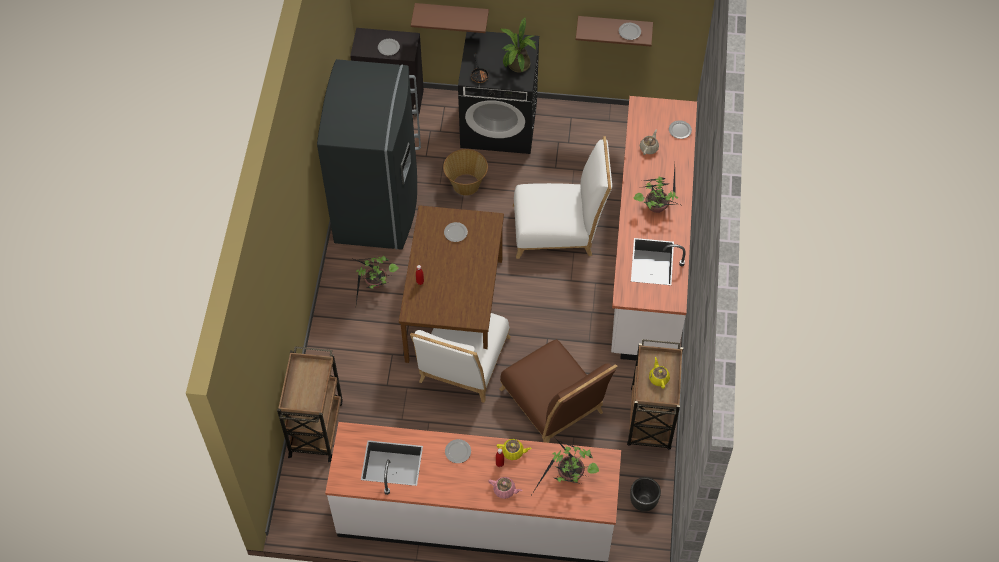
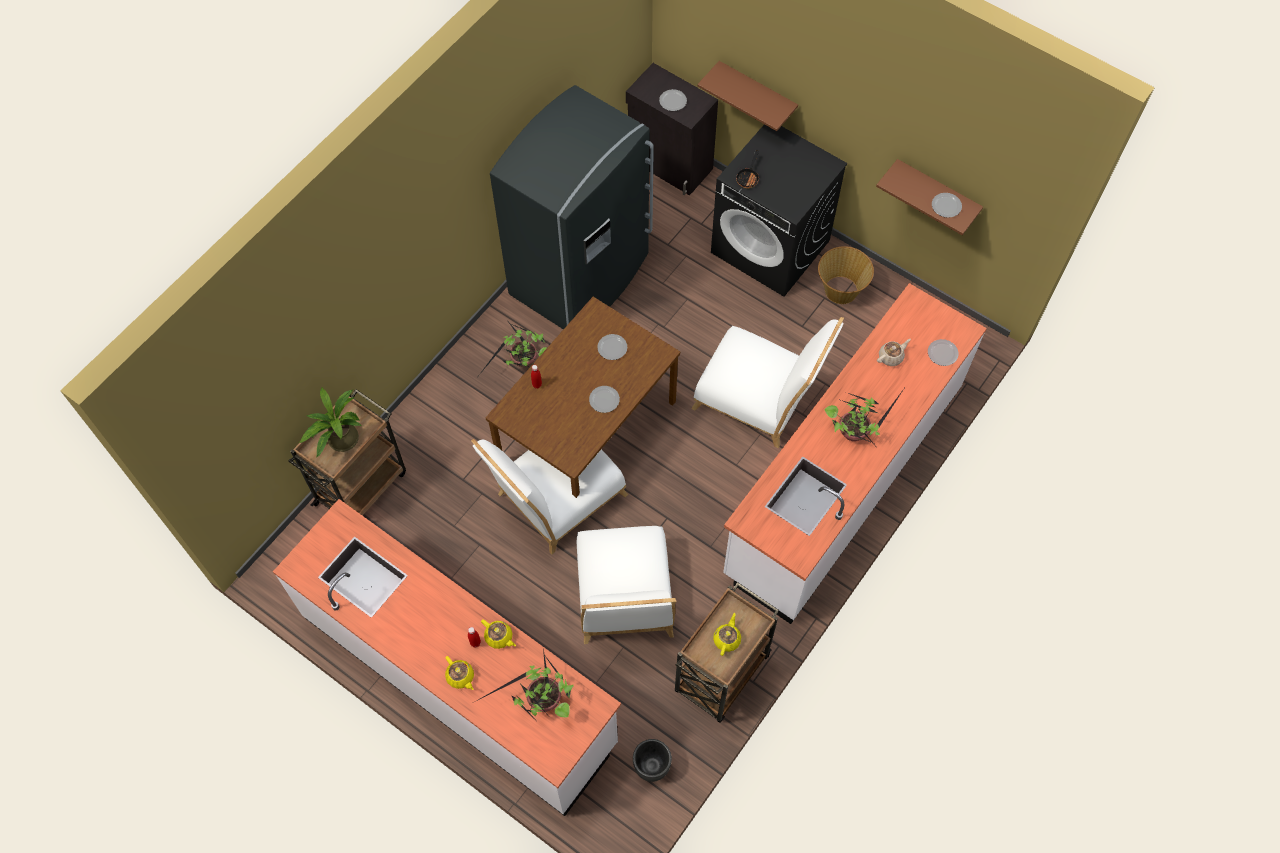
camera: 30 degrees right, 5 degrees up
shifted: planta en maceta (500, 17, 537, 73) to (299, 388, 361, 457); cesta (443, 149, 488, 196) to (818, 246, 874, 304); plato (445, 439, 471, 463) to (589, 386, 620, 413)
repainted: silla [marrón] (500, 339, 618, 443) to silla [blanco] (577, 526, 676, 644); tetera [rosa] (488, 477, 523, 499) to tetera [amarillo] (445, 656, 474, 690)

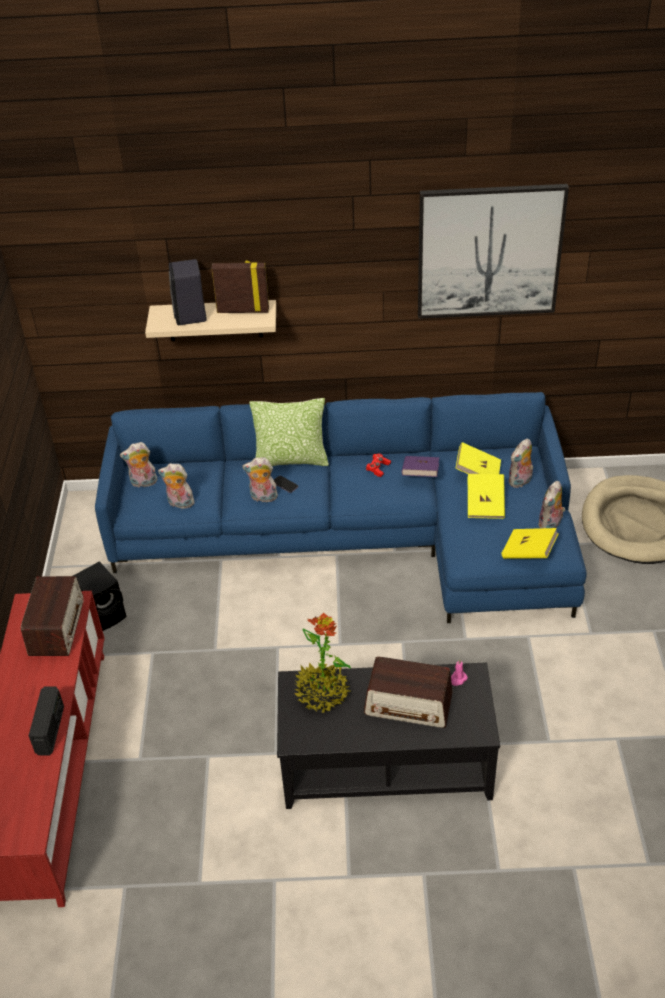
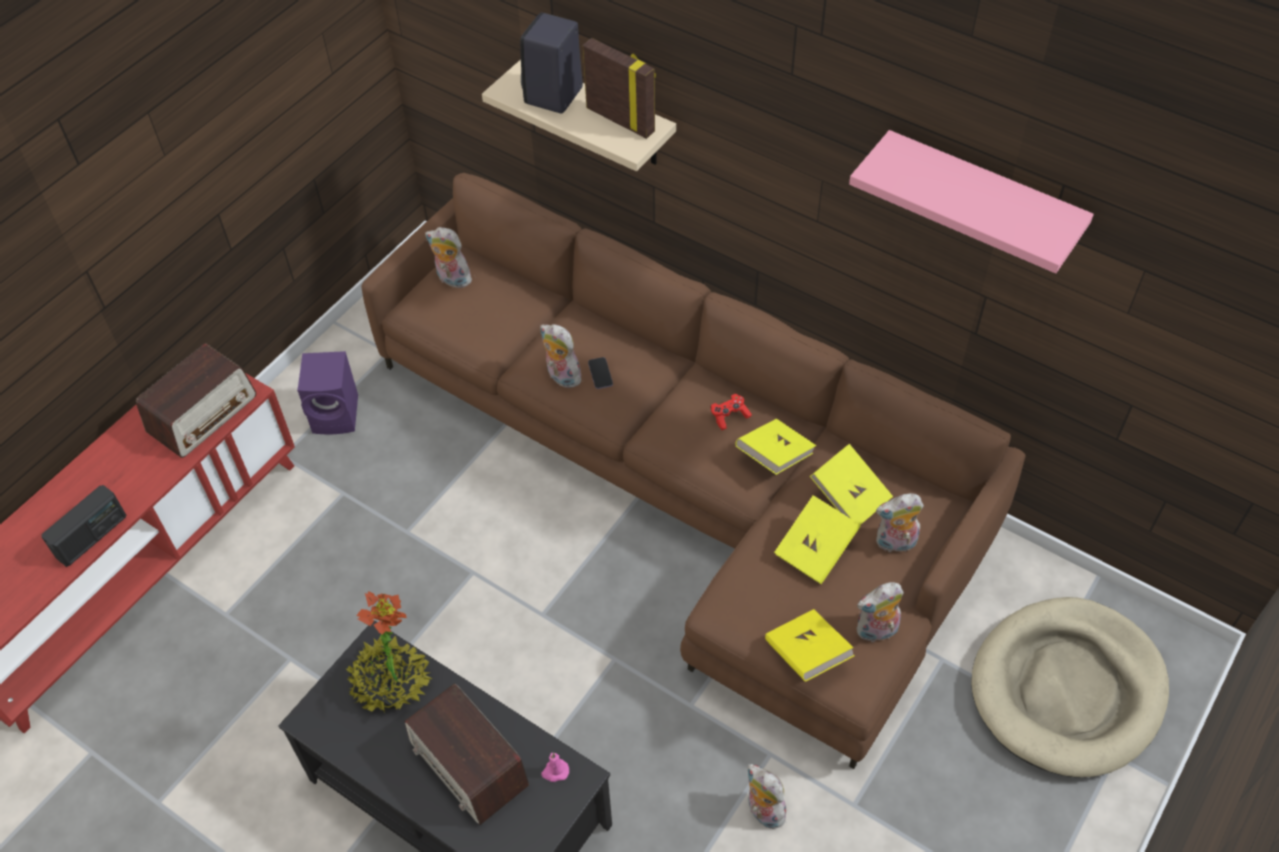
camera: 35 degrees right, 10 degrees up
gone: cojín (249, 398, 329, 466)
shifted: peluche (158, 463, 195, 508) to (748, 764, 787, 829)
swapped: cuadro (418, 184, 569, 319) to estante [rosa] (849, 130, 1094, 273)
repainted: sofá [azul] (95, 392, 587, 623) to sofá [marrón] (362, 173, 1025, 769); libro [morado] (401, 456, 439, 477) to libro [amarillo] (736, 419, 816, 475); altavoz [negro] (73, 561, 126, 631) to altavoz [morado] (297, 351, 358, 434)

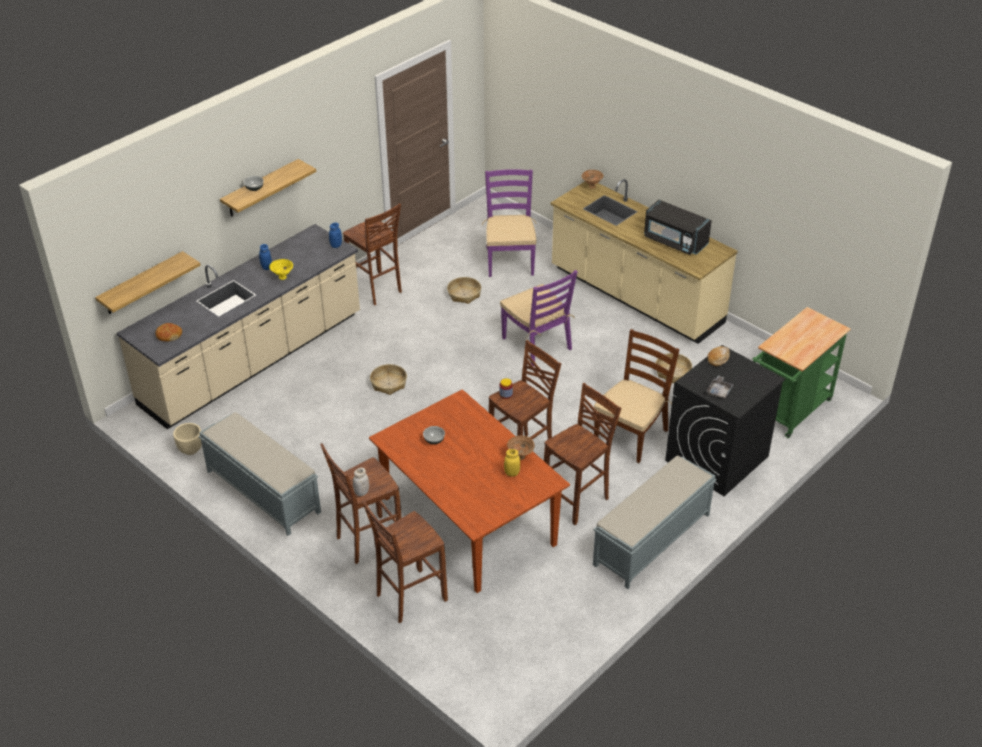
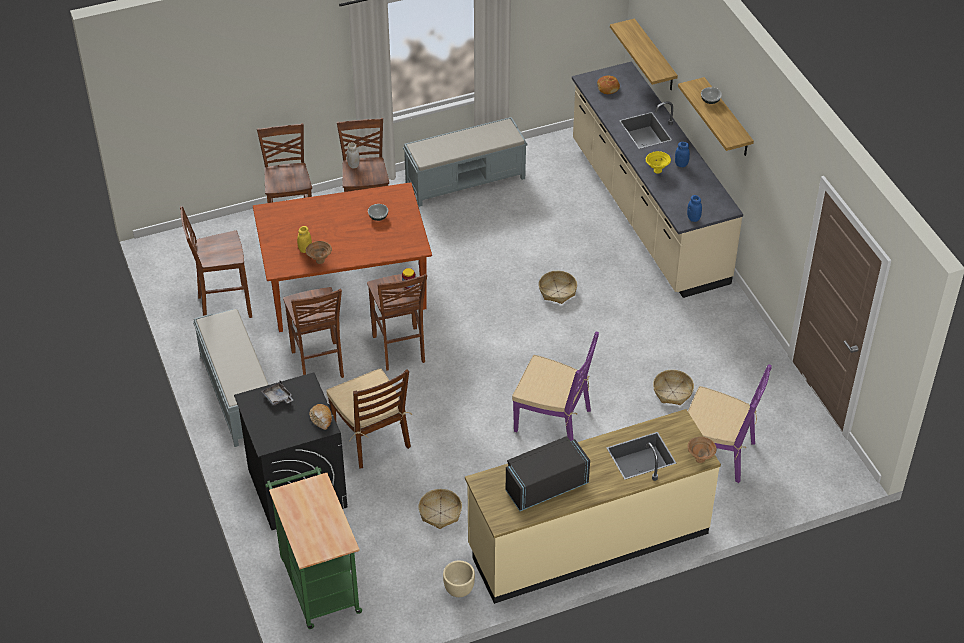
camera: 115 degrees right, 5 degrees up
shifted: taburete [marrón] (343, 203, 402, 305) to (180, 206, 252, 318); maceta [beis] (173, 423, 202, 455) to (443, 561, 475, 597)
rotated: silla [morado] (500, 270, 578, 366) = (512, 332, 599, 441) 150 degrees counterclockwise

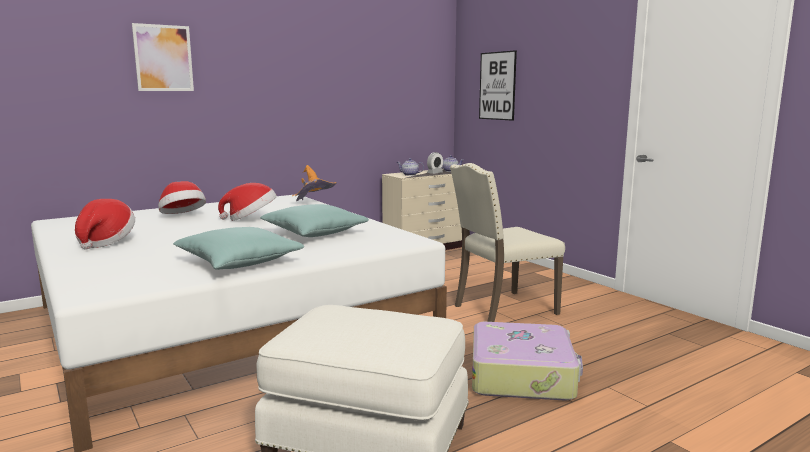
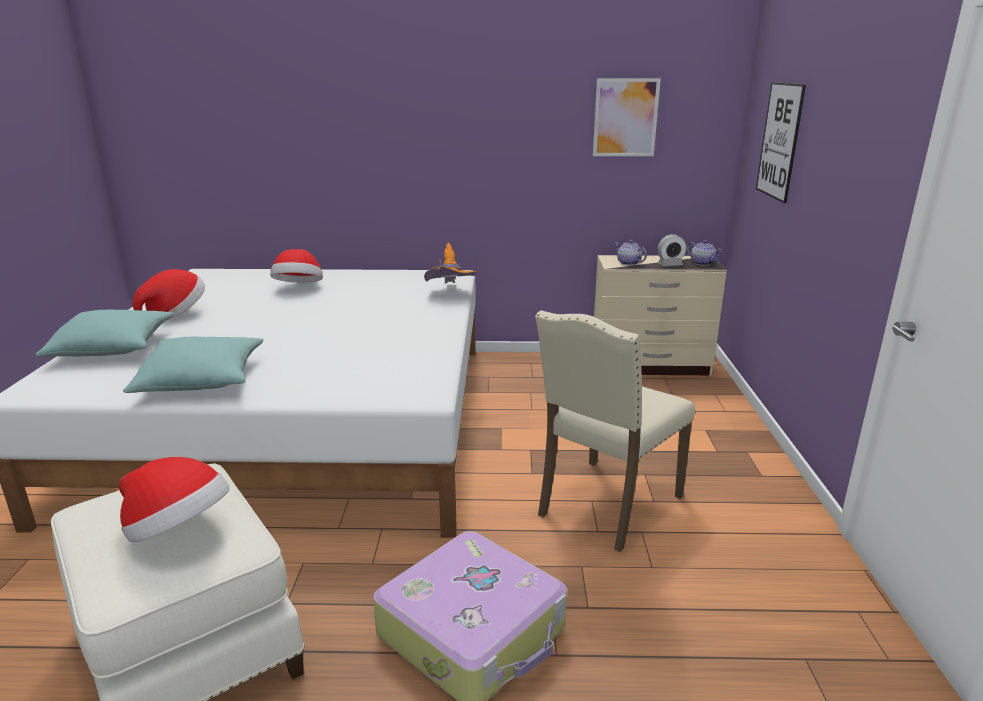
camera: 35 degrees right, 10 degrees up
shifted: cuadro (132, 23, 194, 91) to (593, 78, 661, 156); sombrero (218, 183, 277, 221) to (118, 457, 229, 542); cojín [turquesa] (260, 204, 369, 237) to (35, 310, 174, 357)
rotated: silla [beis] (450, 163, 565, 322) = (535, 310, 695, 552) 60 degrees counterclockwise

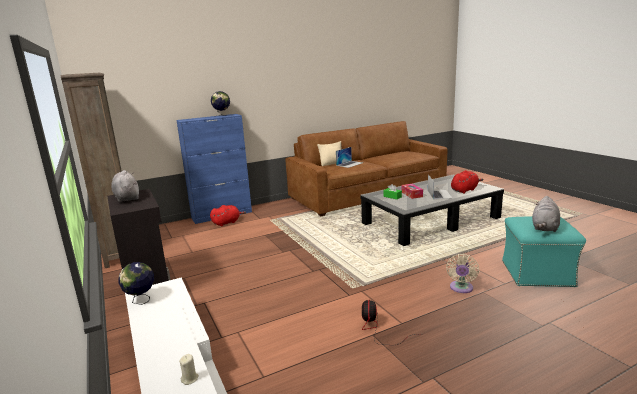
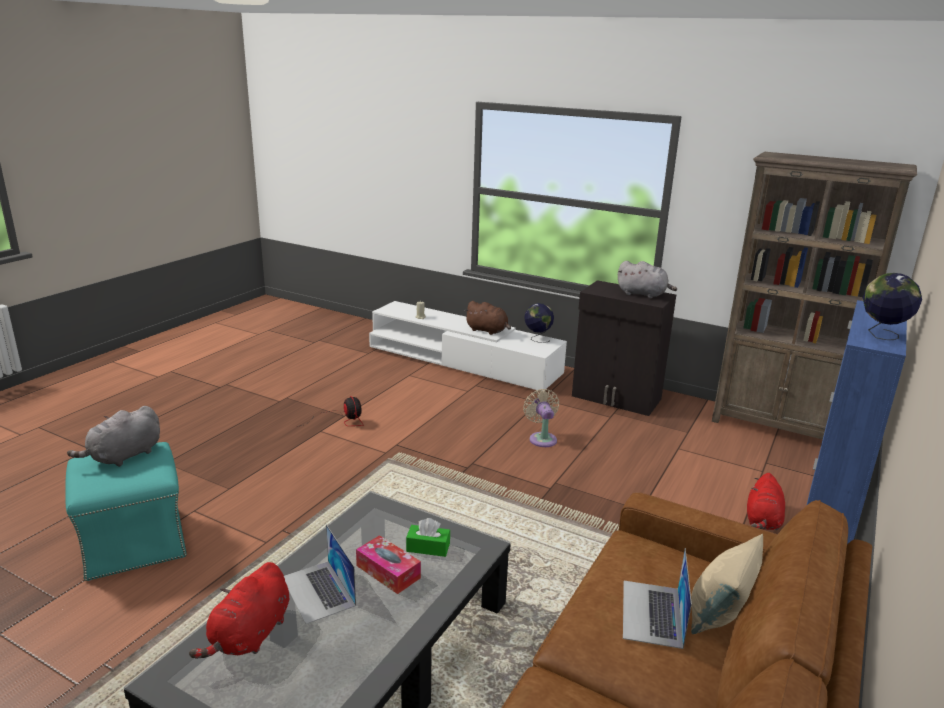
camera: 145 degrees right, 5 degrees up
new: peluche [marrón] (464, 301, 511, 335)
shifted: ventilador [beis] (446, 254, 479, 293) to (523, 389, 559, 447)
rotated: peluche [gris] (532, 196, 560, 232) = (67, 406, 160, 467) 135 degrees counterclockwise

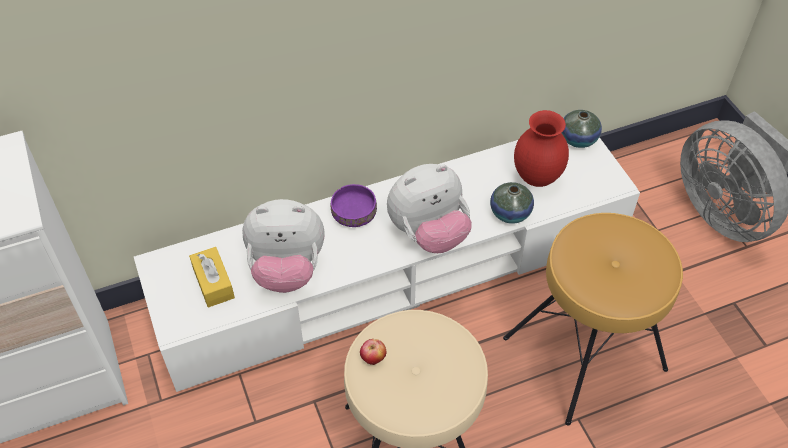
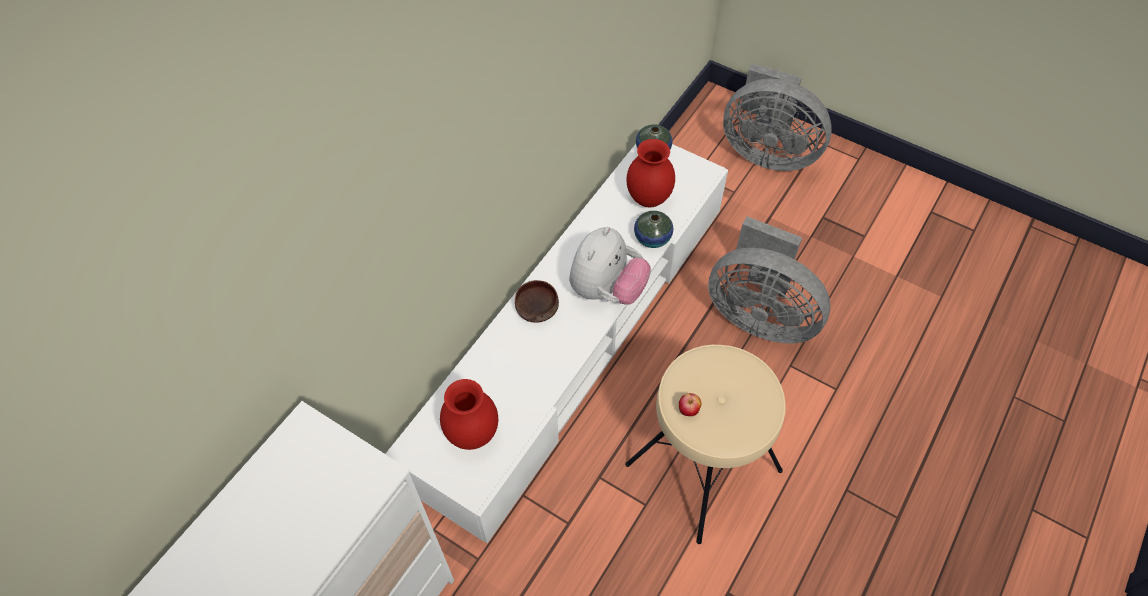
camera: 35 degrees left, 5 degrees up
gone: peluche (242, 199, 325, 293)
swapped: taburete [marrón] (503, 213, 683, 425) to ventilador [gris] (708, 216, 830, 343); caja de pañuelos [amarillo] (189, 247, 235, 308) to florero [rojo] (440, 379, 498, 450)
repainted: cuenco [morado] (331, 184, 377, 227) to cuenco [marrón] (515, 280, 559, 323)

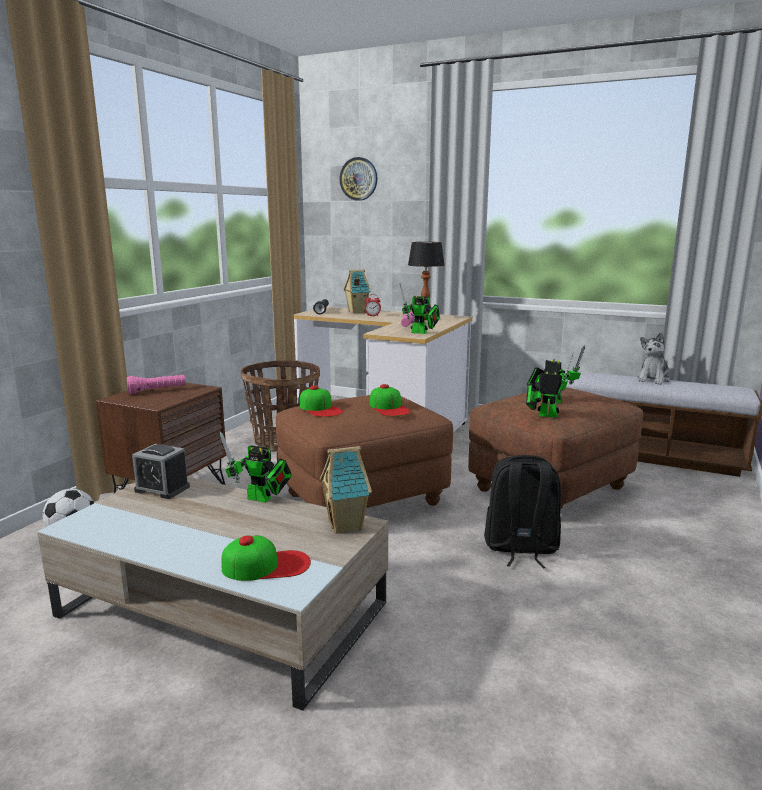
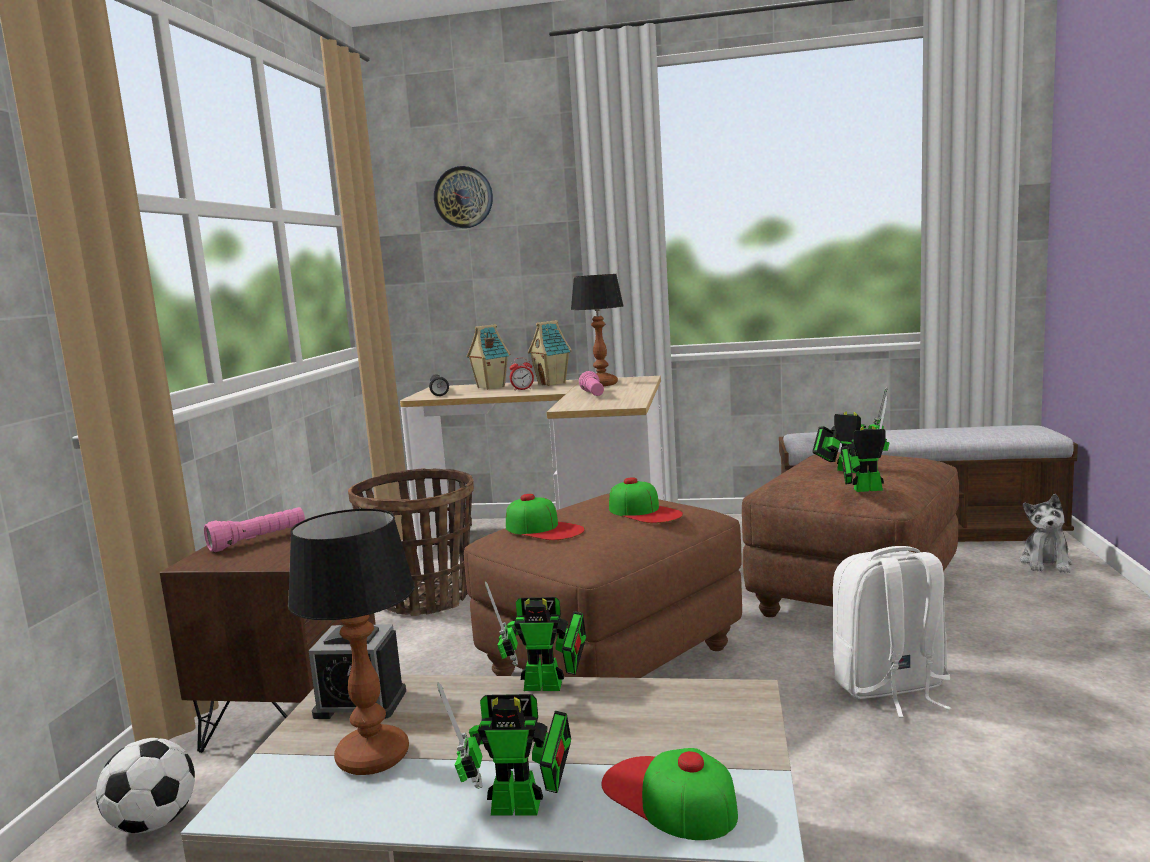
camera: 15 degrees left, 5 degrees down
new: lámpara de mesa (288, 509, 415, 775)
shifted: robot de juguete (400, 283, 440, 334) to (437, 682, 571, 816); peluche (637, 332, 670, 385) to (1020, 494, 1073, 573); casita (320, 446, 372, 534) to (528, 320, 572, 386)
repainted: mochila [negro] (484, 455, 561, 568) to mochila [blanco] (833, 546, 952, 718)
rotated: gorra (221, 535, 311, 581) = (601, 748, 738, 840) 105 degrees counterclockwise

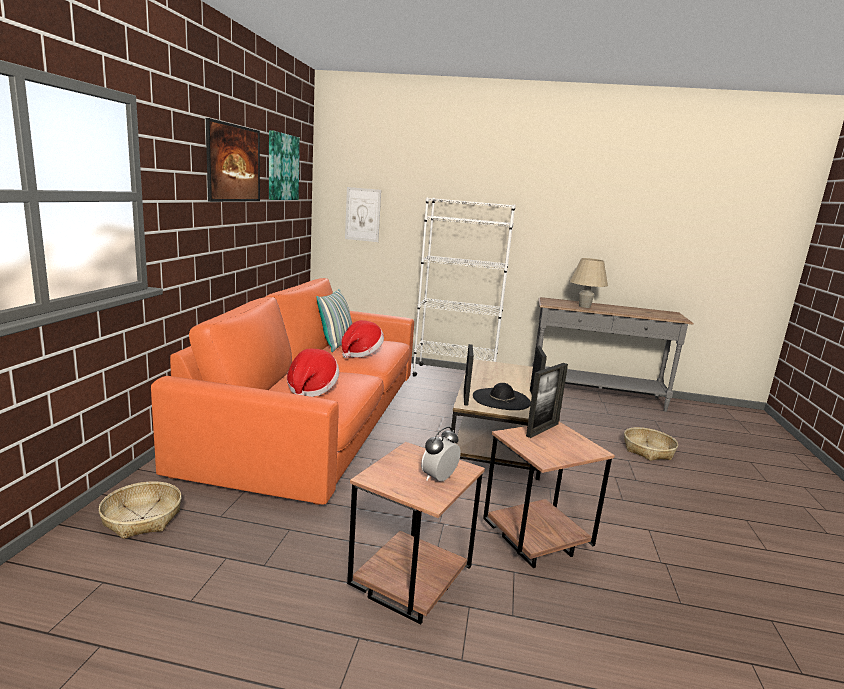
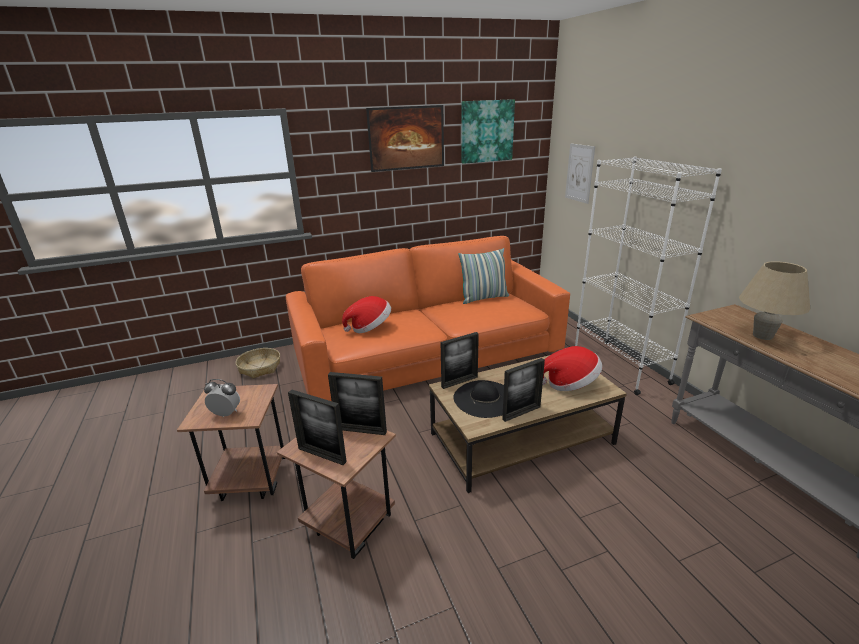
camera: 60 degrees right, 10 degrees up
gone: cesta (624, 427, 678, 461)
new: portarretratos (288, 390, 347, 465)
shifted: sombrero (342, 320, 384, 358) to (543, 346, 602, 391)

